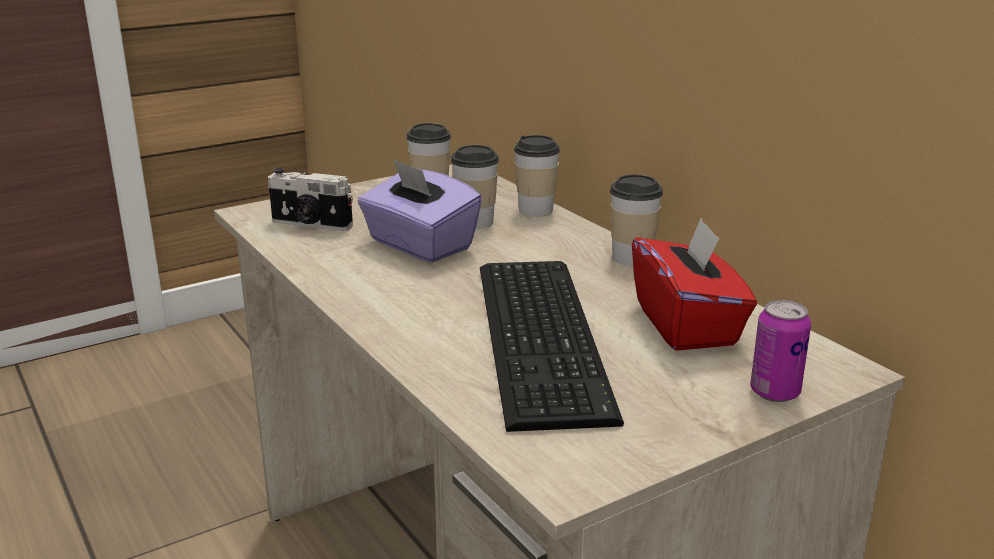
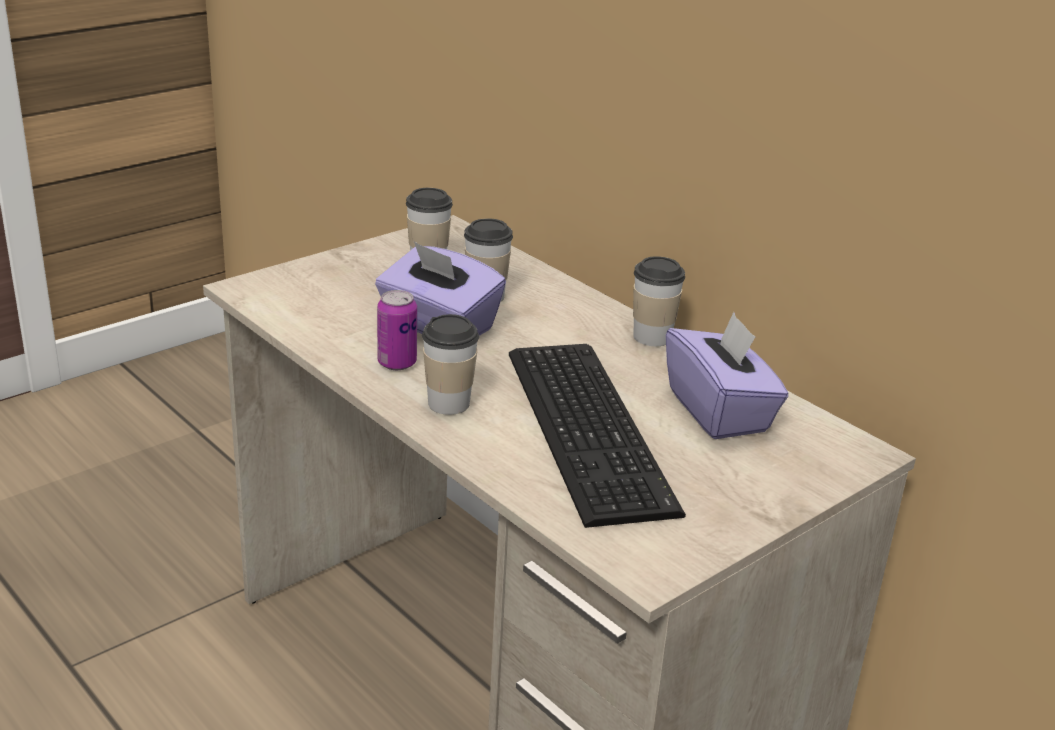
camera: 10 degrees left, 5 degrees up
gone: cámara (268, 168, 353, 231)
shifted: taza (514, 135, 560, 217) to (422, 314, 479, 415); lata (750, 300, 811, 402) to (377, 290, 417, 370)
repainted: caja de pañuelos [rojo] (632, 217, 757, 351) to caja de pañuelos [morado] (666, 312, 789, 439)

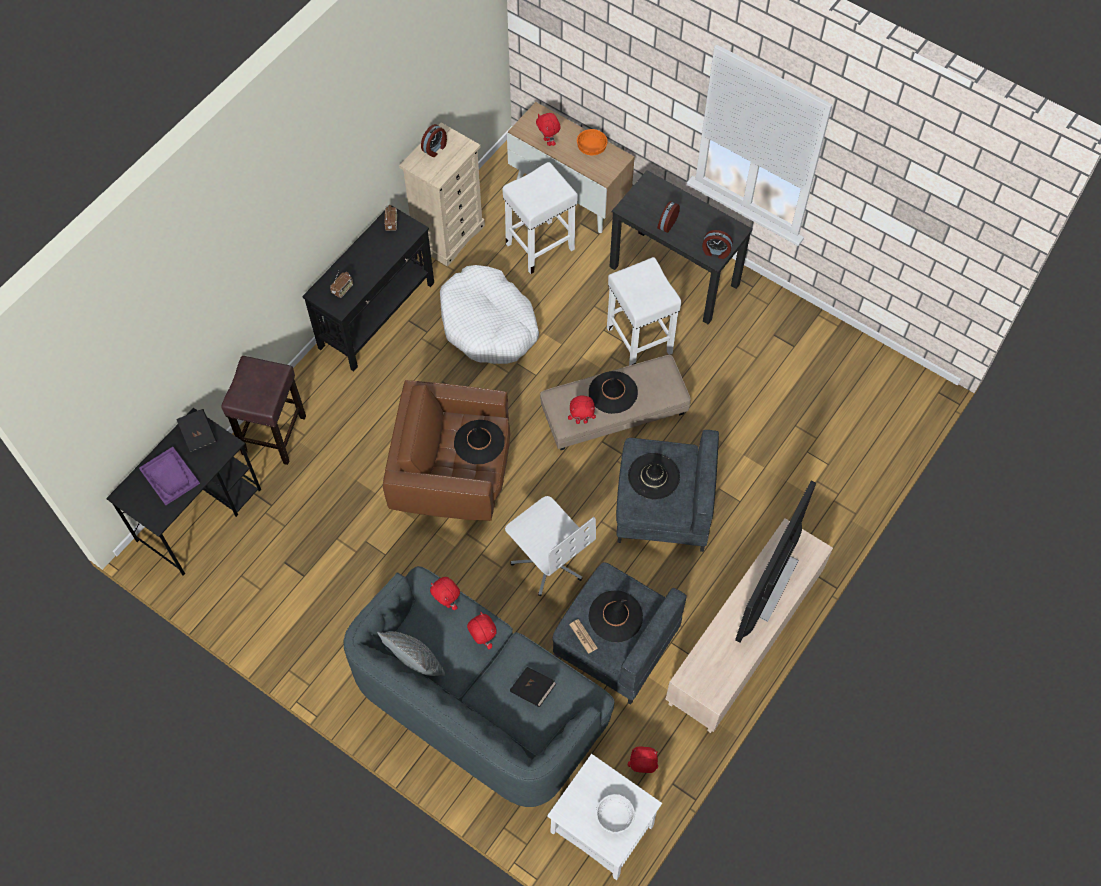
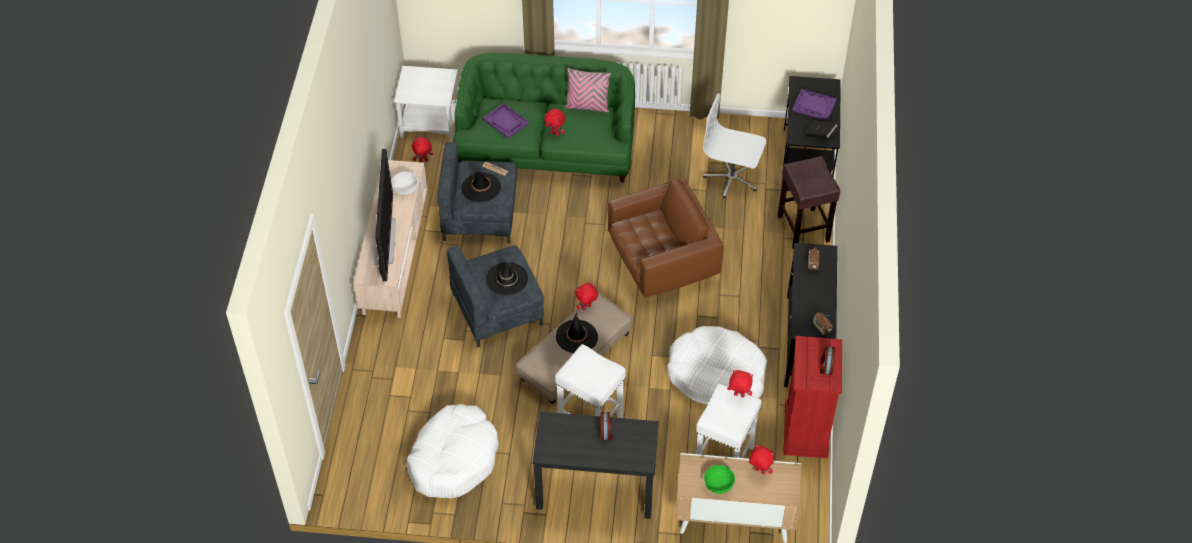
camera: 150 degrees right, 10 degrees down
gone: despertador (702, 230, 733, 259); sombrero [negro] (454, 420, 505, 464)
new: cama para perro [blanco] (406, 404, 499, 498)
shifted: silla de oficina [blanco] (505, 496, 596, 596) to (703, 93, 766, 199); peluche [rojo] (430, 577, 460, 610) to (727, 370, 753, 398); cuenco [blanco] (596, 794, 635, 834) to (391, 172, 418, 194)
swapped: libro [negro] (510, 667, 556, 707) to bandeja [morado] (483, 103, 529, 139)
repainted: cómoda [beis] (399, 123, 485, 267) to cómoda [rojo] (783, 336, 842, 458); cuenco [naranja] (577, 129, 608, 155) to cuenco [verde] (704, 465, 735, 494); sofá [gris] (344, 566, 614, 807) to sofá [verde] (453, 53, 635, 182); cojín [gris] (377, 631, 446, 676) to cojín [rosa] (565, 68, 611, 112)

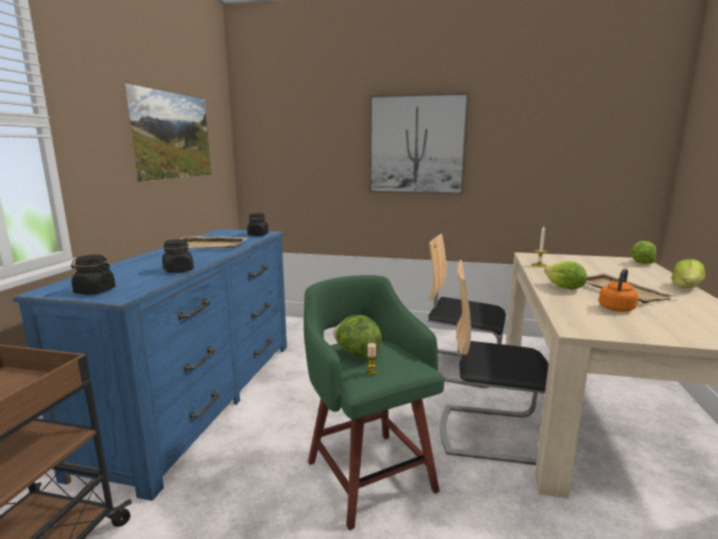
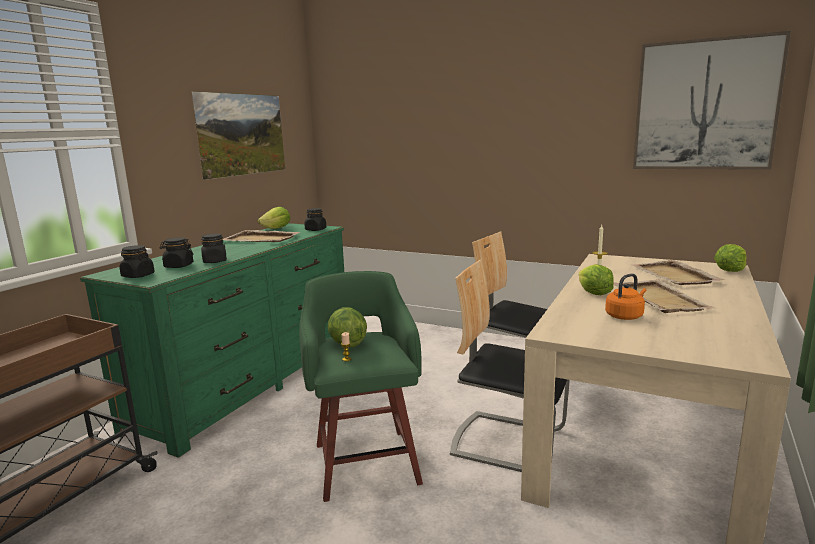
camera: 15 degrees right, 0 degrees up
new: tarro [negro] (160, 237, 193, 268); bandeja [beis] (631, 260, 724, 285)
shifted: cuadro (369, 92, 469, 195) to (633, 31, 791, 170); lechuga (671, 259, 705, 288) to (258, 207, 290, 229)
repainted: cómoda [azul] (12, 229, 287, 501) to cómoda [verde] (80, 223, 344, 458)

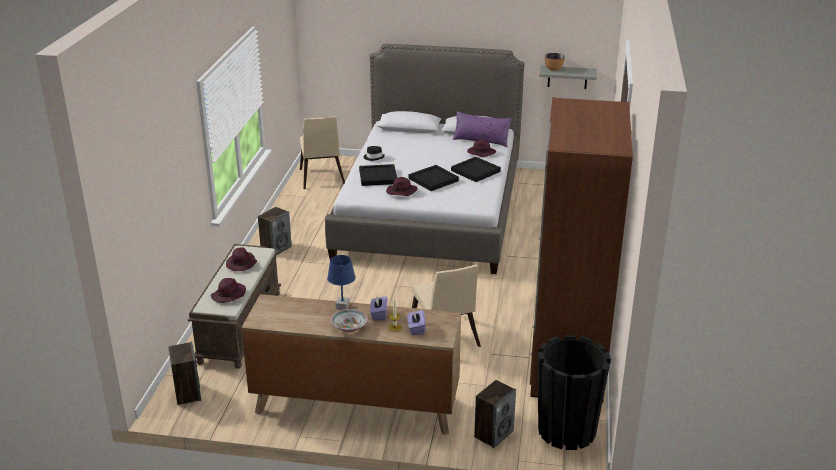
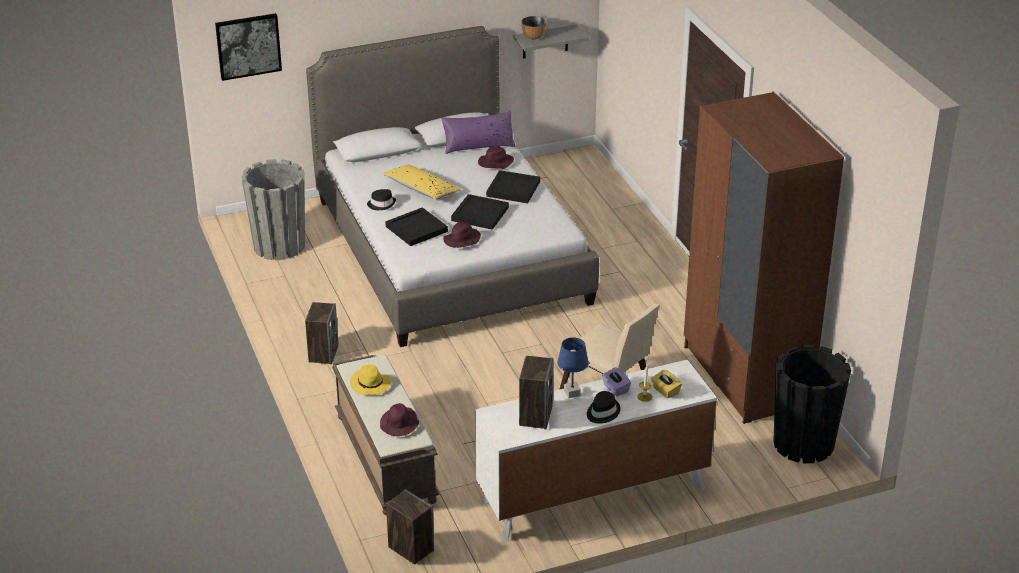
camera: 30 degrees left, 5 degrees up
new: cuadro (215, 13, 282, 81); cojín [amarillo] (382, 164, 461, 199)
shifted: altavoz (474, 380, 516, 448) to (519, 356, 553, 429)
swapped: silla [beis] (300, 116, 345, 189) to maceta [gris] (241, 159, 305, 260); cuenco (331, 309, 368, 332) to sombrero [negro] (587, 391, 621, 423)
repainted: sombrero [morado] (226, 247, 257, 271) to sombrero [amarillo] (350, 365, 391, 395); cómoda [marrón] (241, 294, 461, 435) to cómoda [blanco] (475, 359, 717, 541); caja de pañuelos [morado] (407, 310, 426, 335) to caja de pañuelos [amarillo] (651, 369, 682, 398)

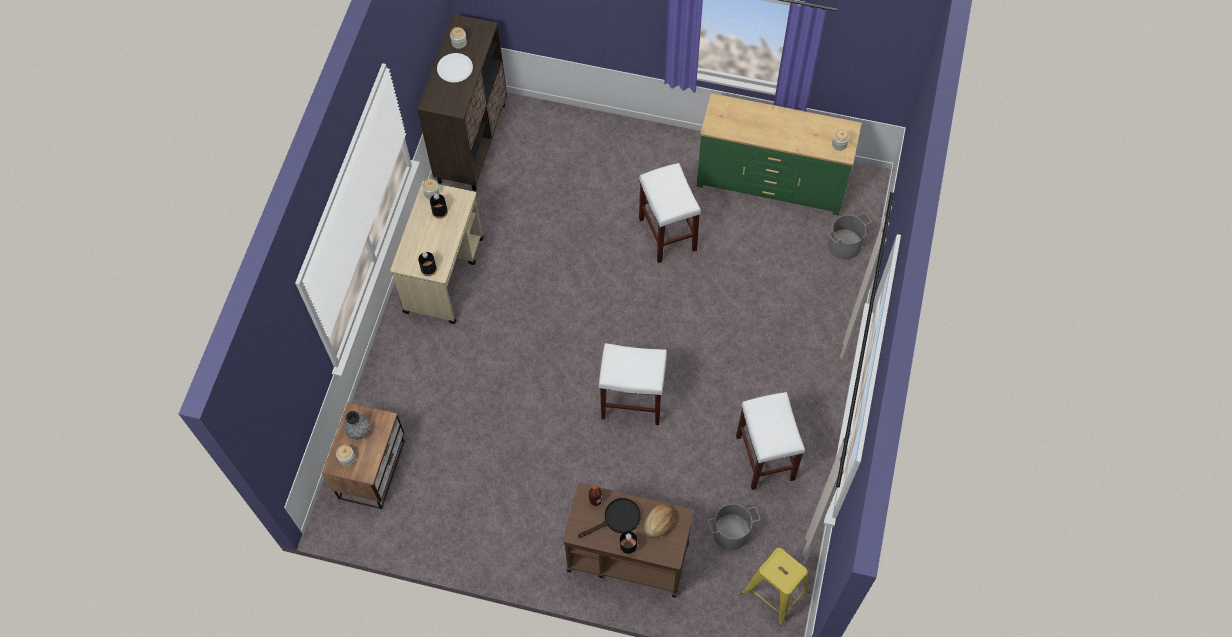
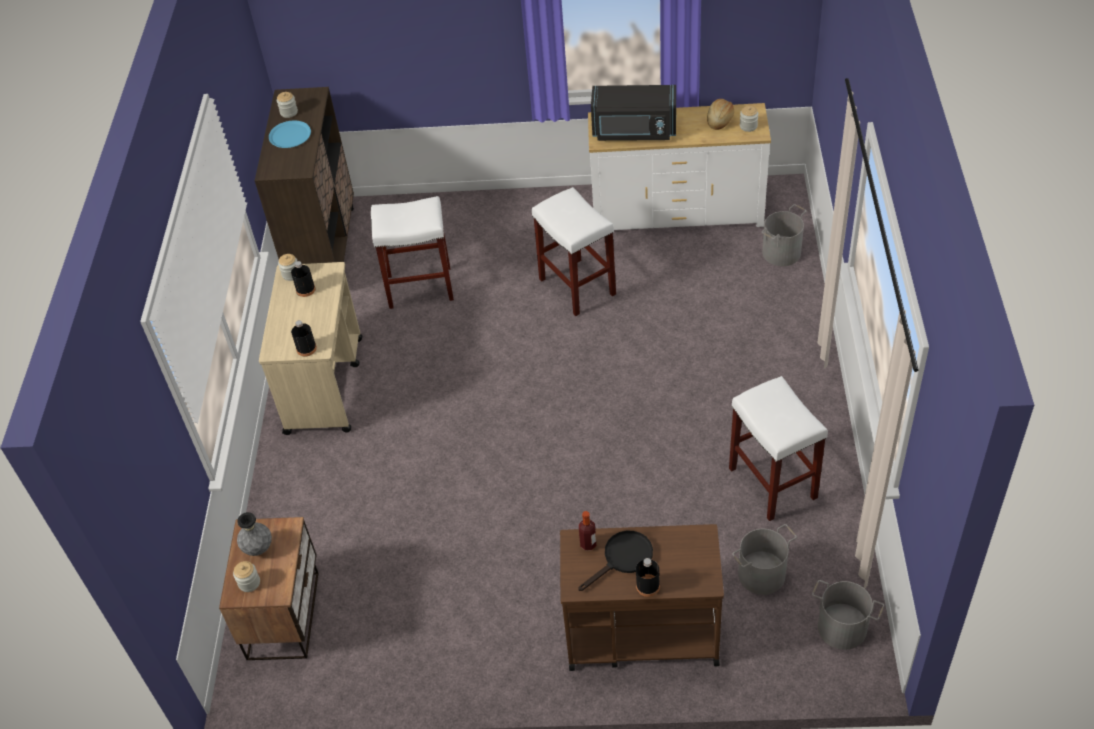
camera: 10 degrees left, 15 degrees down
new: microondas [negro] (591, 85, 676, 141)
shifted: taburete [blanco] (599, 343, 667, 425) to (371, 196, 454, 309); pan (644, 504, 674, 538) to (707, 99, 734, 130)
swapped: taburete [amarillo] (742, 548, 809, 626) to cubo [gris] (812, 580, 884, 650)
repainted: plato [blanco] (437, 53, 473, 82) to plato [azul] (269, 121, 311, 148); cómoda [verde] (697, 93, 861, 215) to cómoda [blanco] (588, 103, 771, 230)

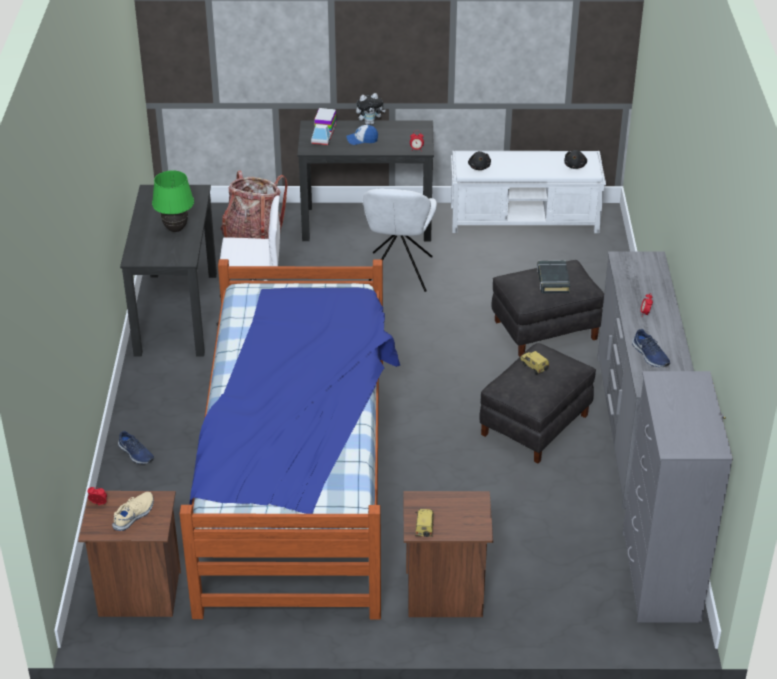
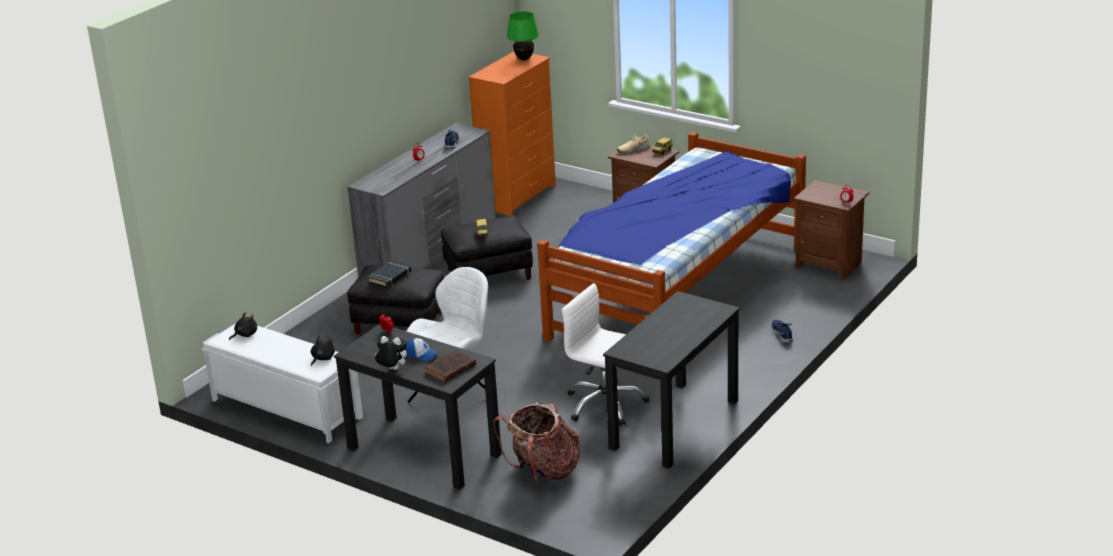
camera: 145 degrees left, 10 degrees down
shifted: lámpara de mesa [verde] (152, 170, 194, 232) to (507, 11, 539, 60); zapato [beis] (112, 492, 154, 531) to (617, 135, 650, 154)
swapped: camión de juguete (311, 108, 336, 145) to libro [marrón] (425, 350, 476, 383)
repainted: cómoda [gris] (622, 371, 733, 623) to cómoda [naranja] (469, 52, 556, 216)

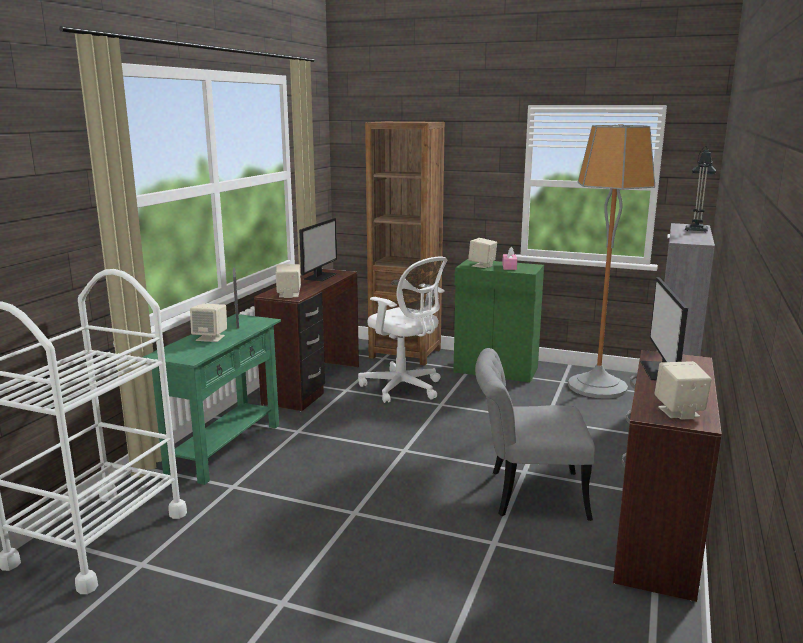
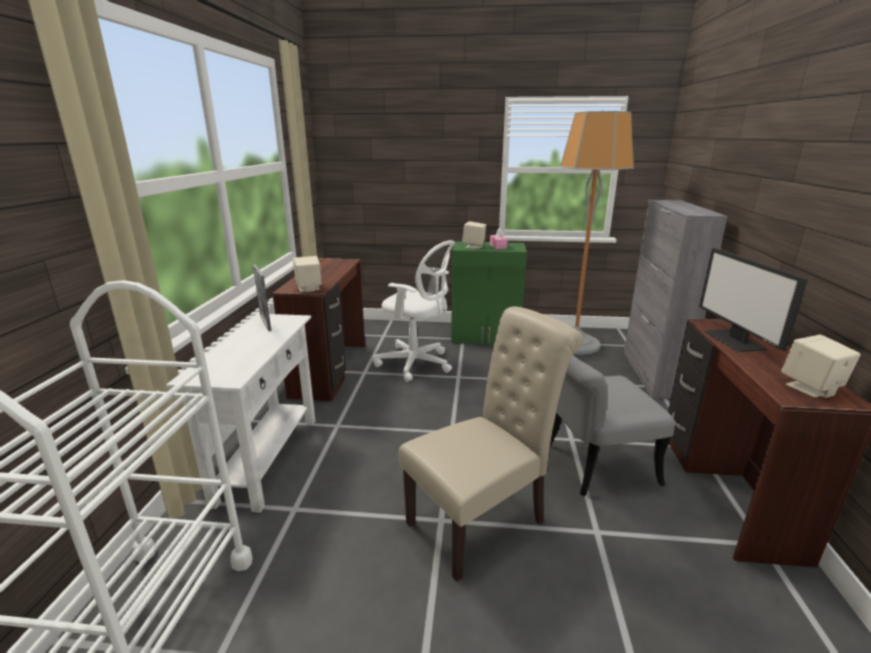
camera: 15 degrees left, 5 degrees up
gone: estantería [marrón] (365, 121, 445, 365); lámpara de mesa (685, 146, 716, 232); monitor (299, 218, 337, 281); altavoz [beis] (190, 304, 227, 342)
new: silla [beis] (398, 307, 583, 582)
repainted: mesa consola [verde] (142, 314, 281, 485) to mesa consola [blanco] (166, 314, 315, 513)

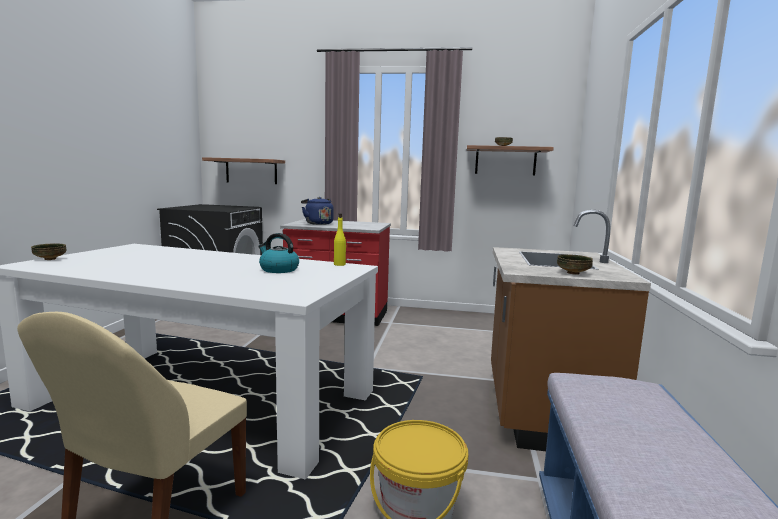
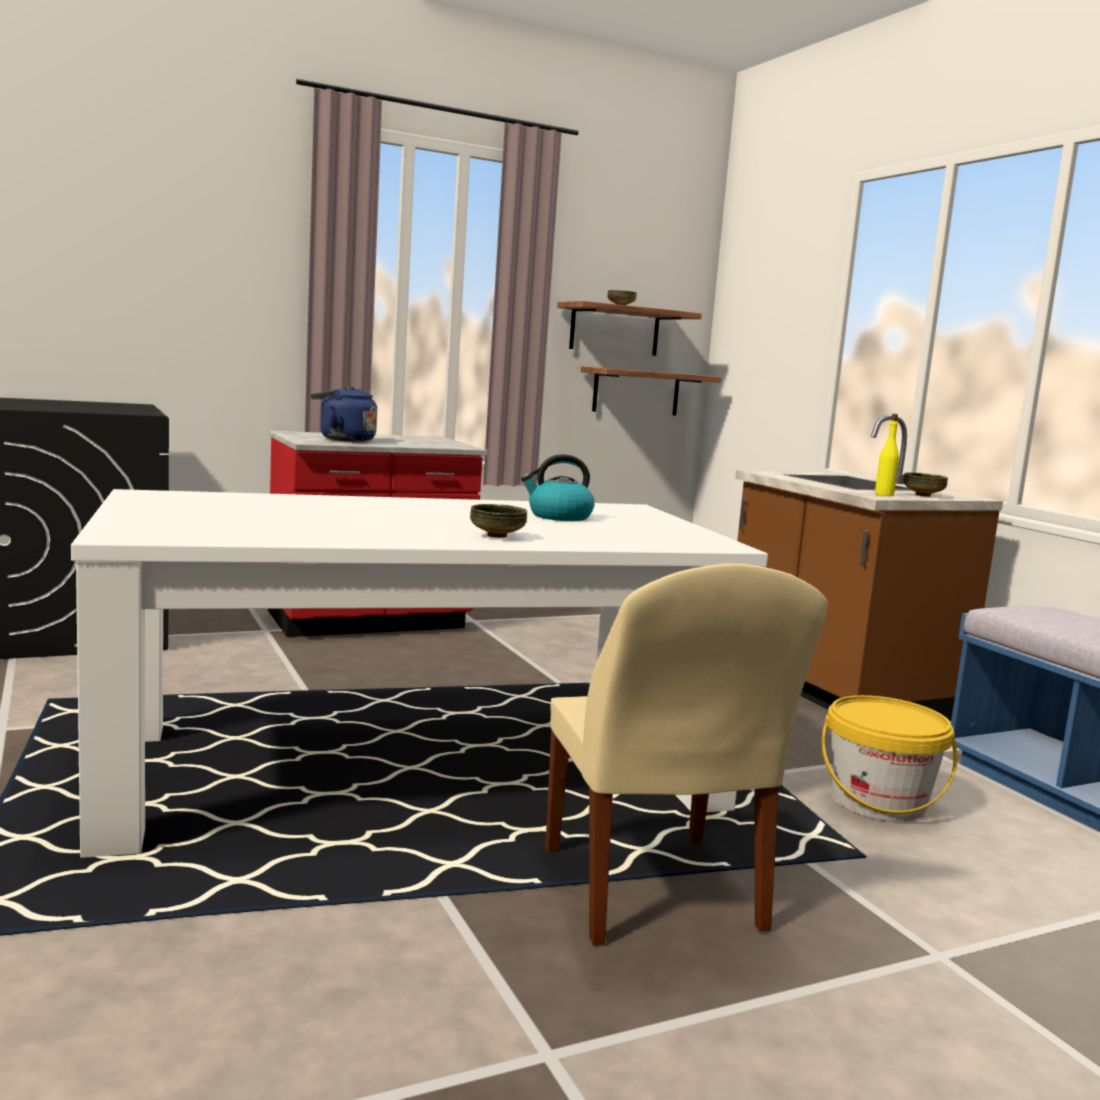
camera: 35 degrees left, 0 degrees up
shifted: estante (202, 157, 285, 184) to (581, 367, 722, 416); botella [amarillo] (334, 213, 346, 266) to (875, 414, 899, 496); cuenco (31, 243, 67, 260) to (470, 504, 527, 538)

